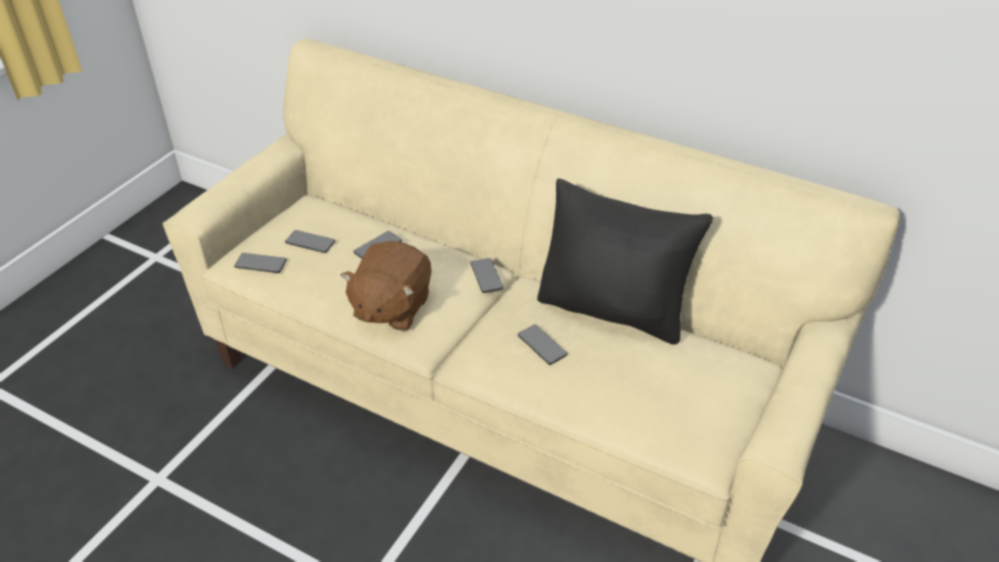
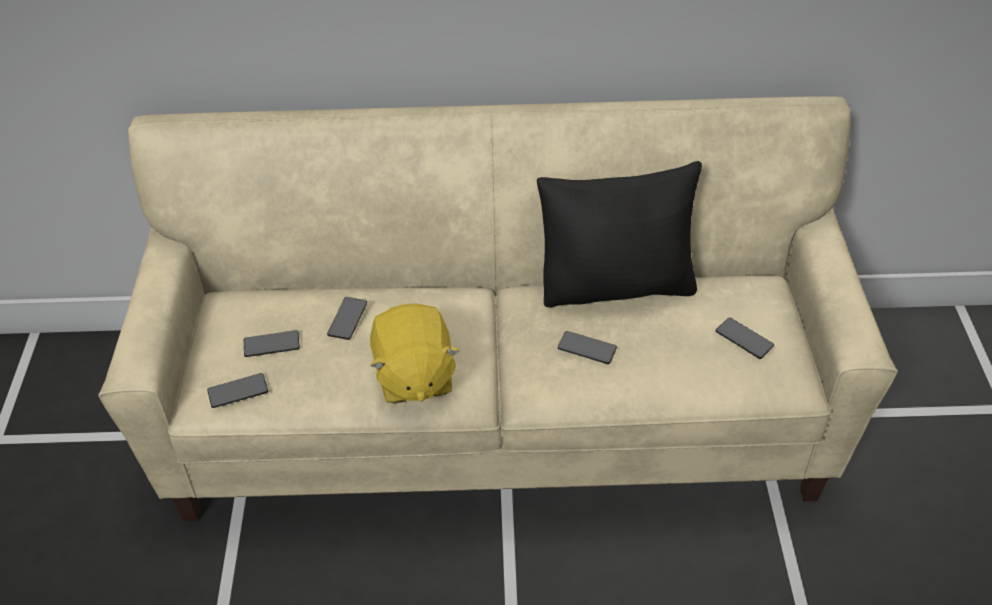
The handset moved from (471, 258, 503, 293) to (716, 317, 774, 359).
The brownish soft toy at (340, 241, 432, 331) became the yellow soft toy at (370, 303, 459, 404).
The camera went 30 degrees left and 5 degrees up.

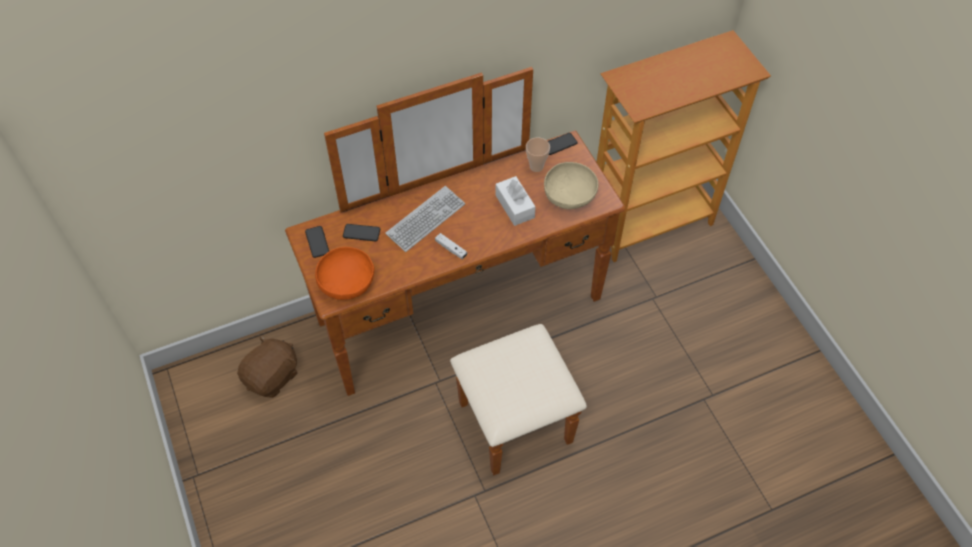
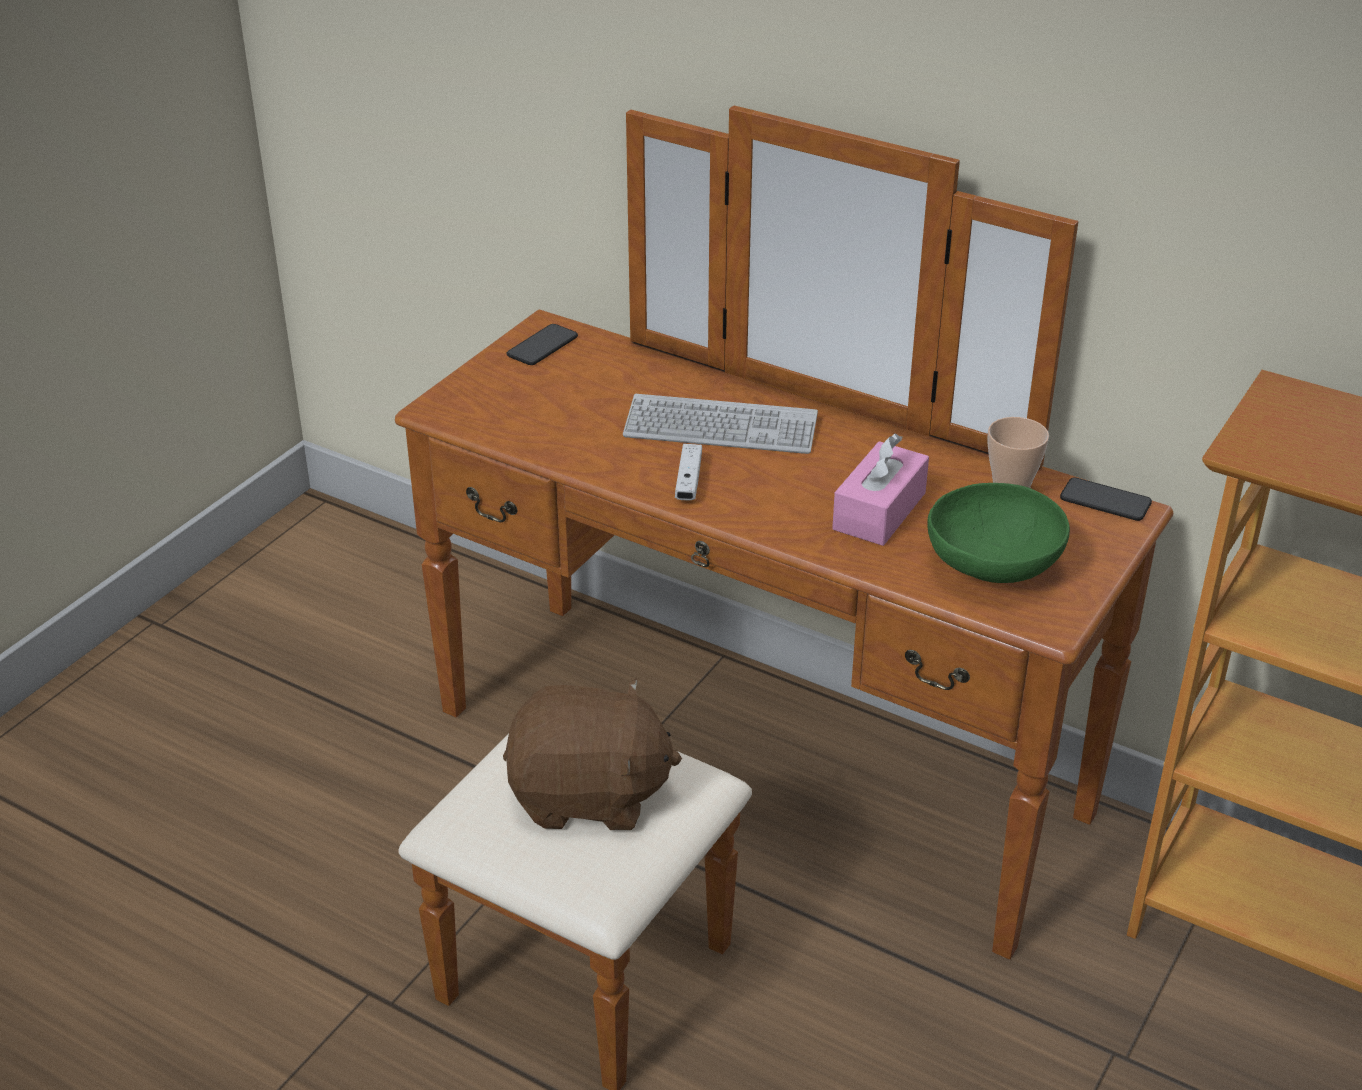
The orange bowl at (315, 247, 375, 300) disappeared.
The handset at (343, 224, 380, 241) disappeared.
The brownish soft toy moved from (237, 335, 298, 398) to (503, 678, 682, 830).
The whitish box of tissues at (496, 176, 536, 226) became the pink box of tissues at (832, 433, 929, 546).
The beige-coloured bowl at (544, 162, 598, 209) became the green-coloured bowl at (928, 483, 1070, 583).
The camera went 55 degrees right and 20 degrees down.

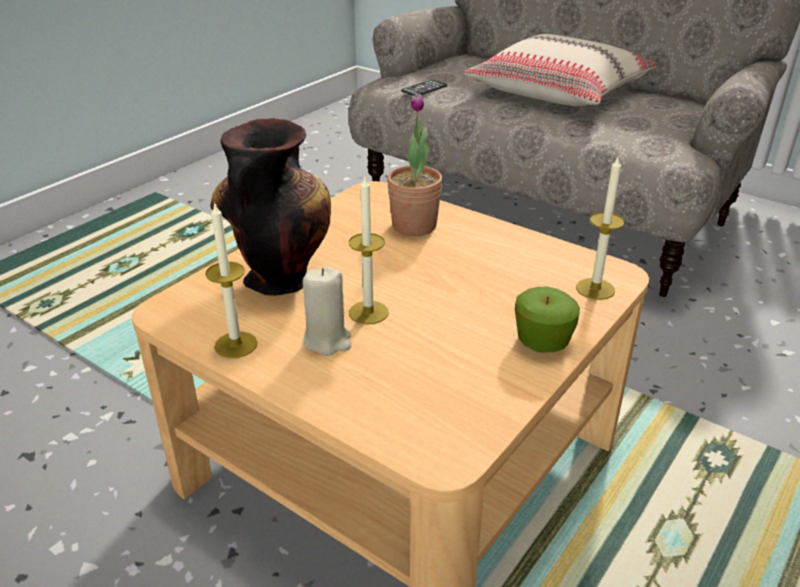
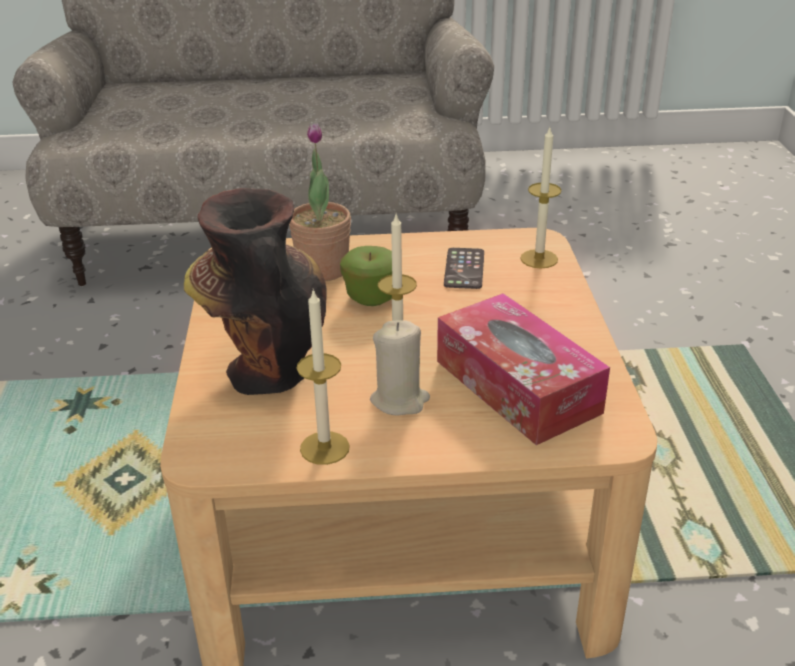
The beige-coloured cushion at (463, 34, 657, 106) disappeared.
The box of tissues at (437, 293, 610, 445) appeared.
The handset moved from (401, 80, 447, 96) to (444, 248, 484, 289).
The whole apple moved from (515, 287, 580, 353) to (340, 246, 392, 306).
The camera went 40 degrees left and 0 degrees up.

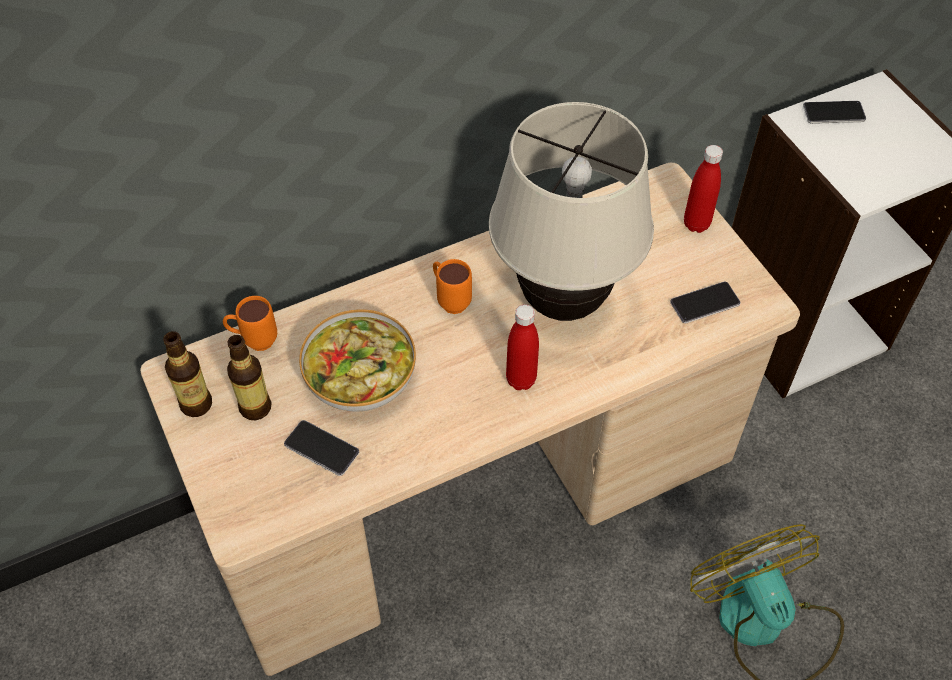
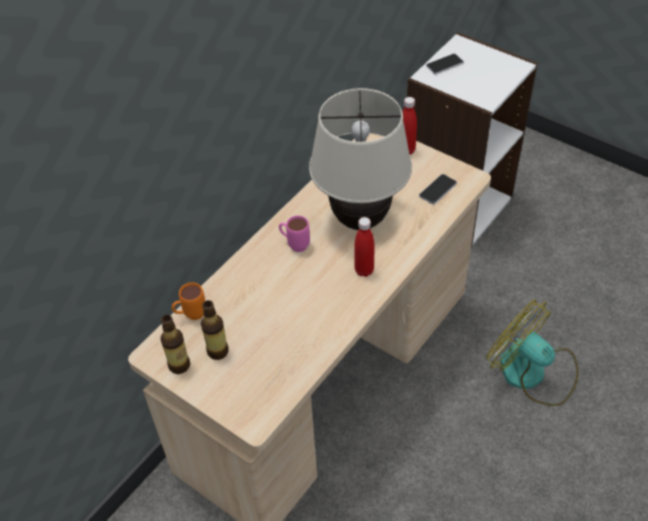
The handset at (284, 420, 359, 476) disappeared.
The bowl at (299, 309, 416, 411) disappeared.
The orange coffee mug at (433, 259, 472, 314) became the pink coffee mug at (279, 216, 310, 252).
The camera went 25 degrees left and 5 degrees down.

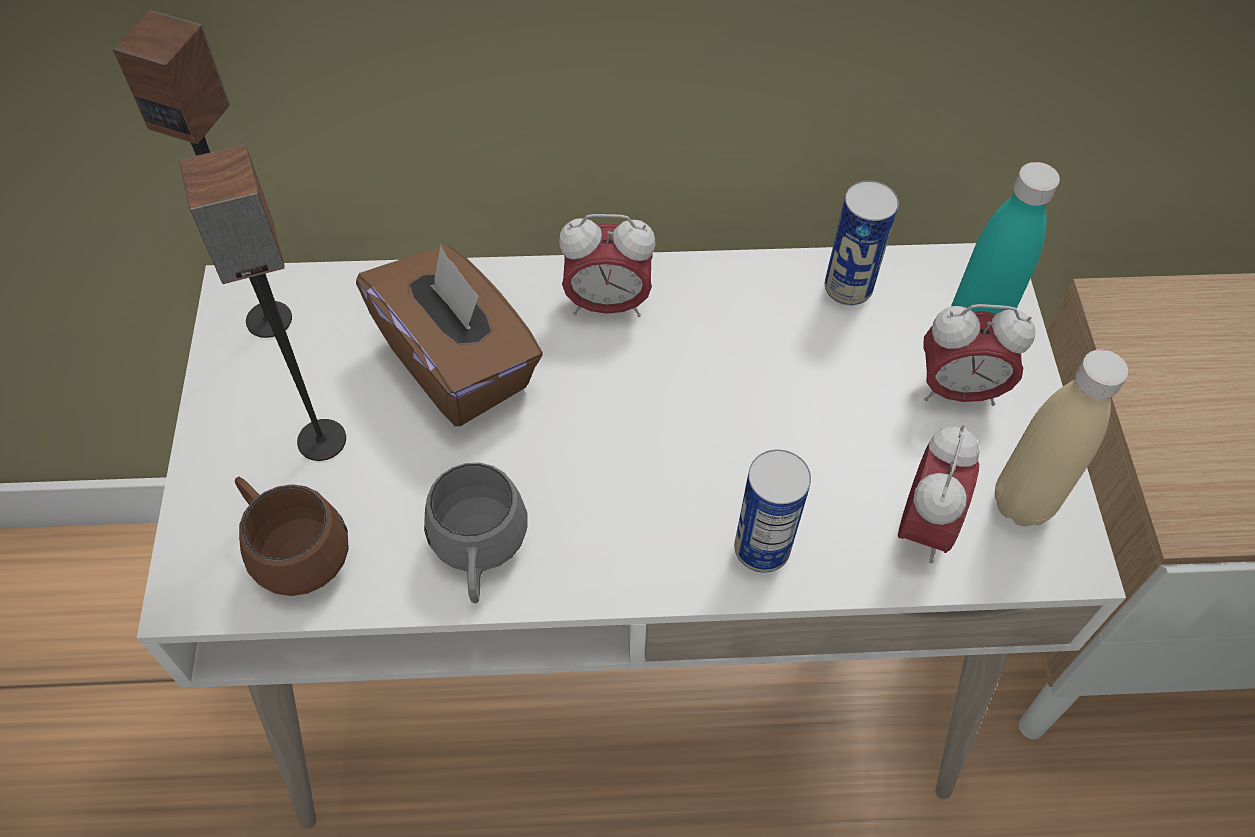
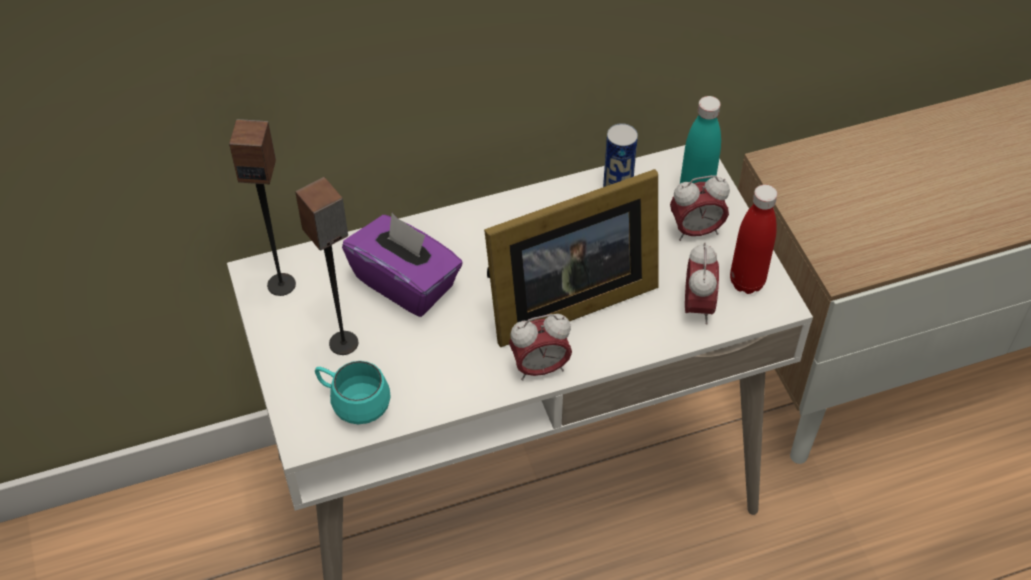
The grey coffee mug at (424, 463, 527, 603) disappeared.
The sealed can at (734, 450, 811, 573) disappeared.
The picture frame at (484, 169, 659, 347) appeared.
The bedside clock moved from (559, 214, 656, 317) to (509, 314, 572, 380).
The brownish coffee mug at (235, 477, 348, 596) became the turquoise-coloured coffee mug at (315, 361, 391, 424).
The brownish box of tissues at (356, 245, 543, 426) became the purplish box of tissues at (342, 213, 463, 317).
The beige-coloured drink bottle at (995, 349, 1128, 526) became the red-coloured drink bottle at (730, 185, 777, 294).
The camera went 15 degrees left and 5 degrees down.

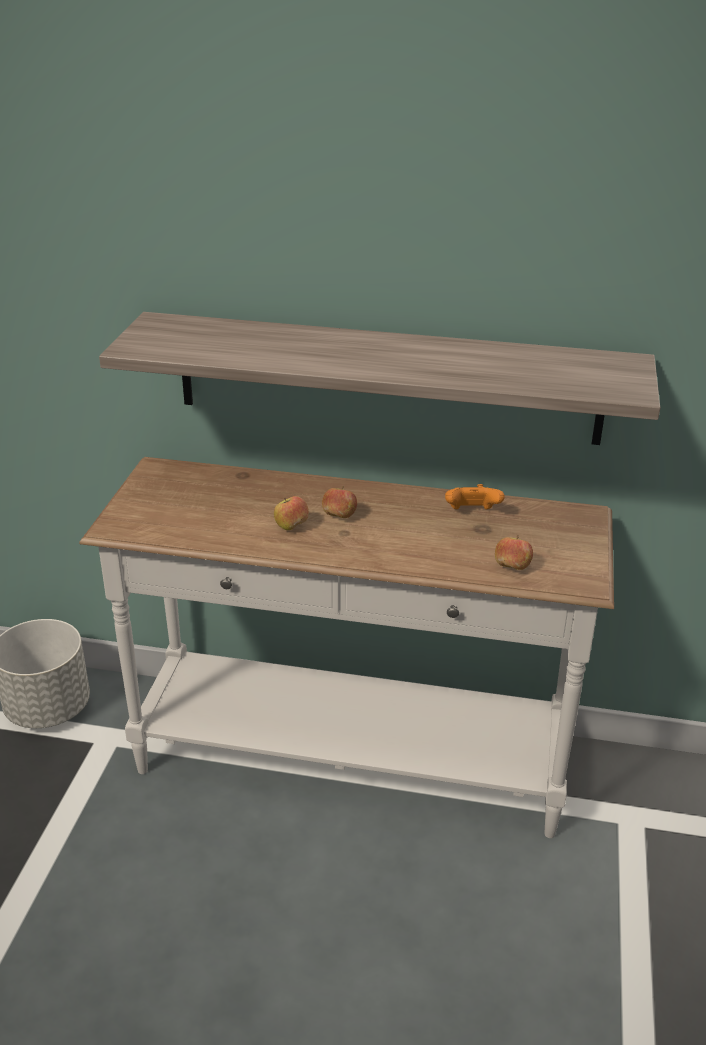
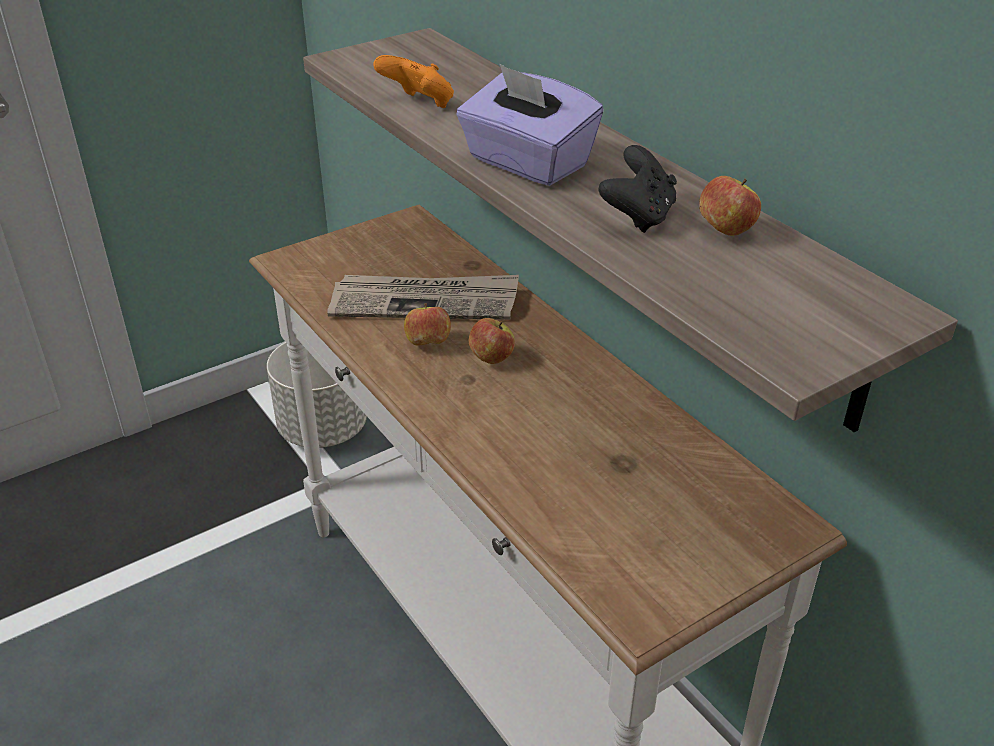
The printed paper at (327, 275, 519, 320) appeared.
The purplish box of tissues at (456, 63, 604, 186) appeared.
The blackish game controller at (598, 145, 677, 233) appeared.
The orange game controller moved from (445, 484, 505, 509) to (373, 55, 454, 108).
The whole apple moved from (495, 535, 533, 570) to (699, 176, 761, 236).
The camera went 45 degrees right and 5 degrees up.

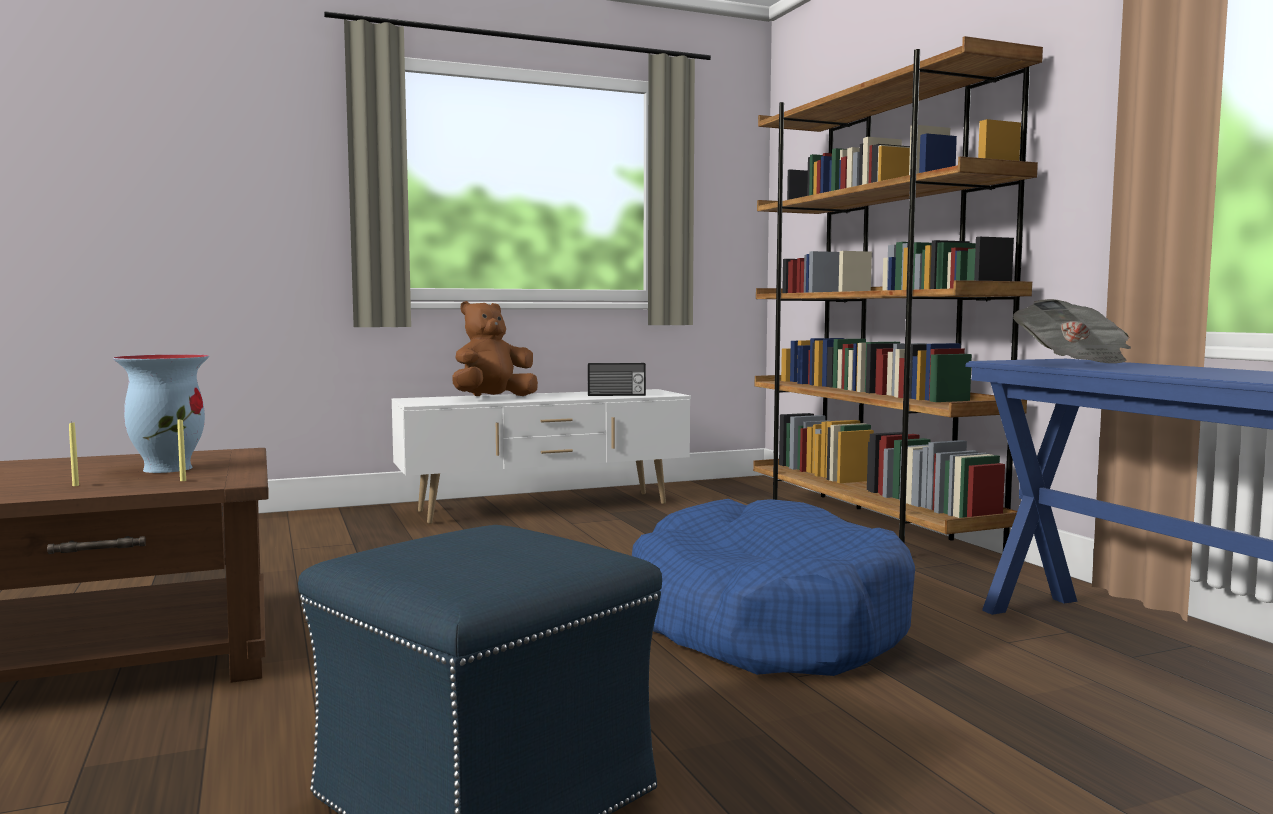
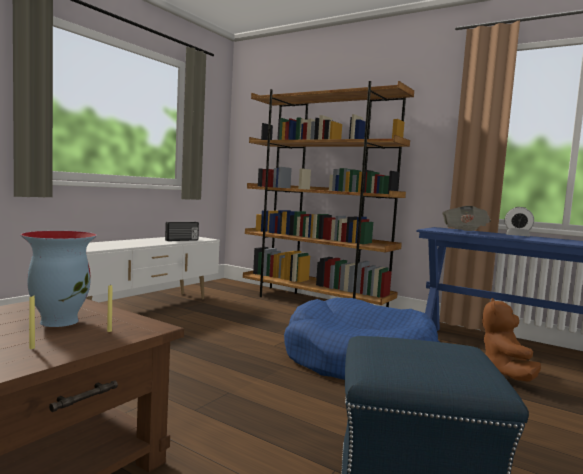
The bedside clock at (505, 207, 534, 237) appeared.
The brownish soft toy moved from (452, 301, 538, 396) to (482, 298, 541, 382).
The camera went 35 degrees left and 0 degrees up.

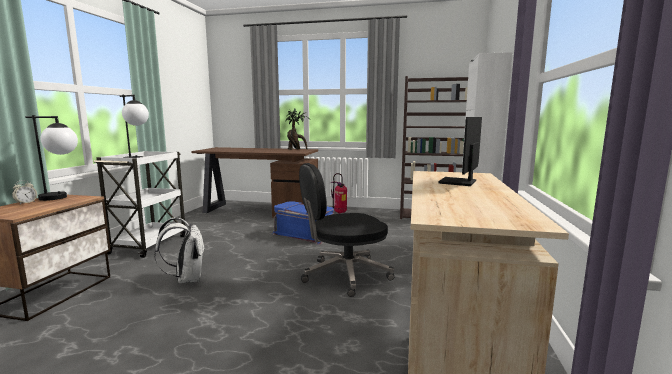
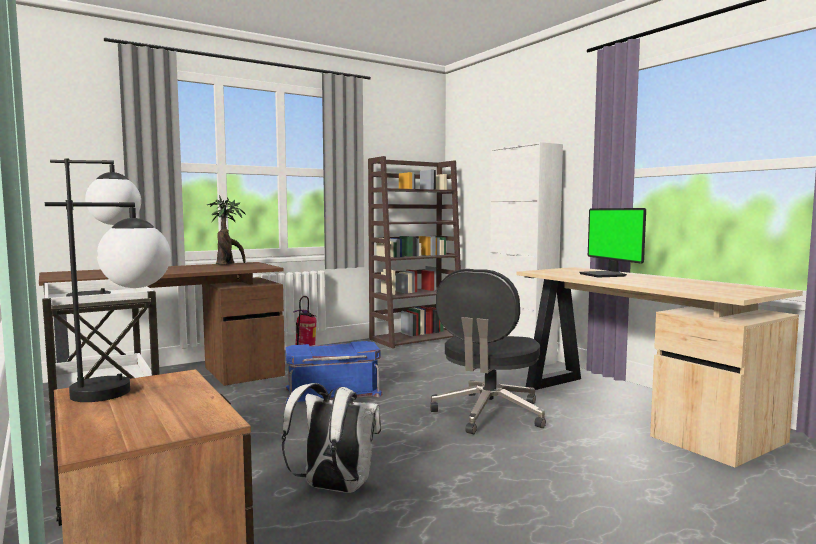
The bedside clock at (12, 180, 37, 204) disappeared.
The camera went 45 degrees left and 5 degrees down.

